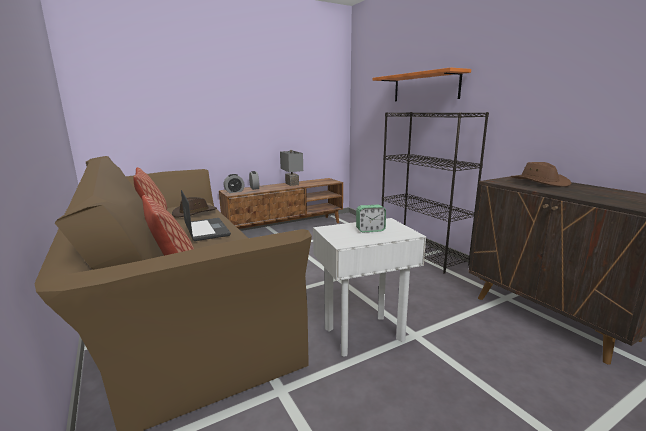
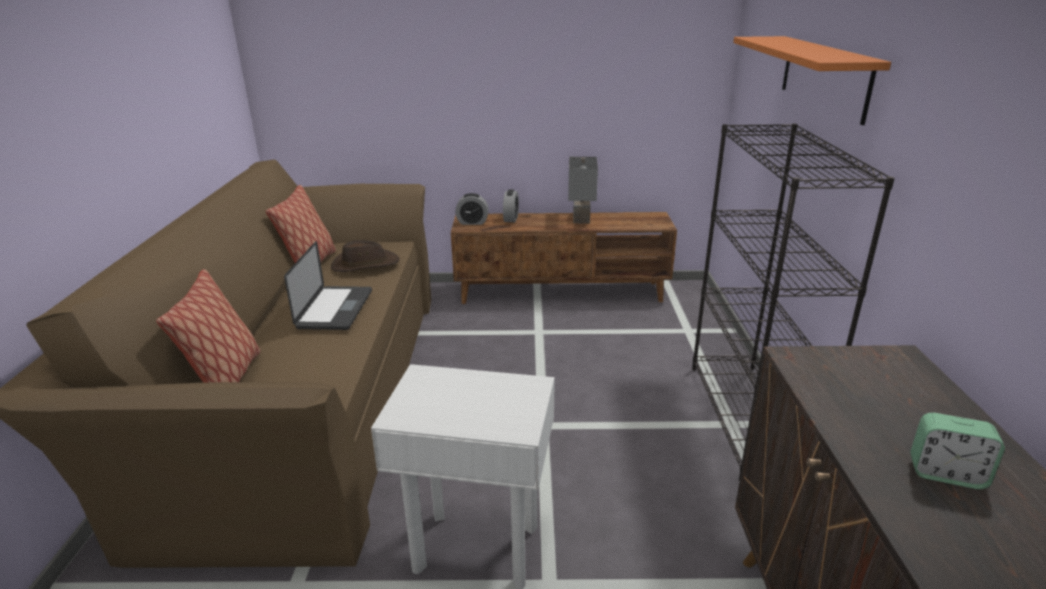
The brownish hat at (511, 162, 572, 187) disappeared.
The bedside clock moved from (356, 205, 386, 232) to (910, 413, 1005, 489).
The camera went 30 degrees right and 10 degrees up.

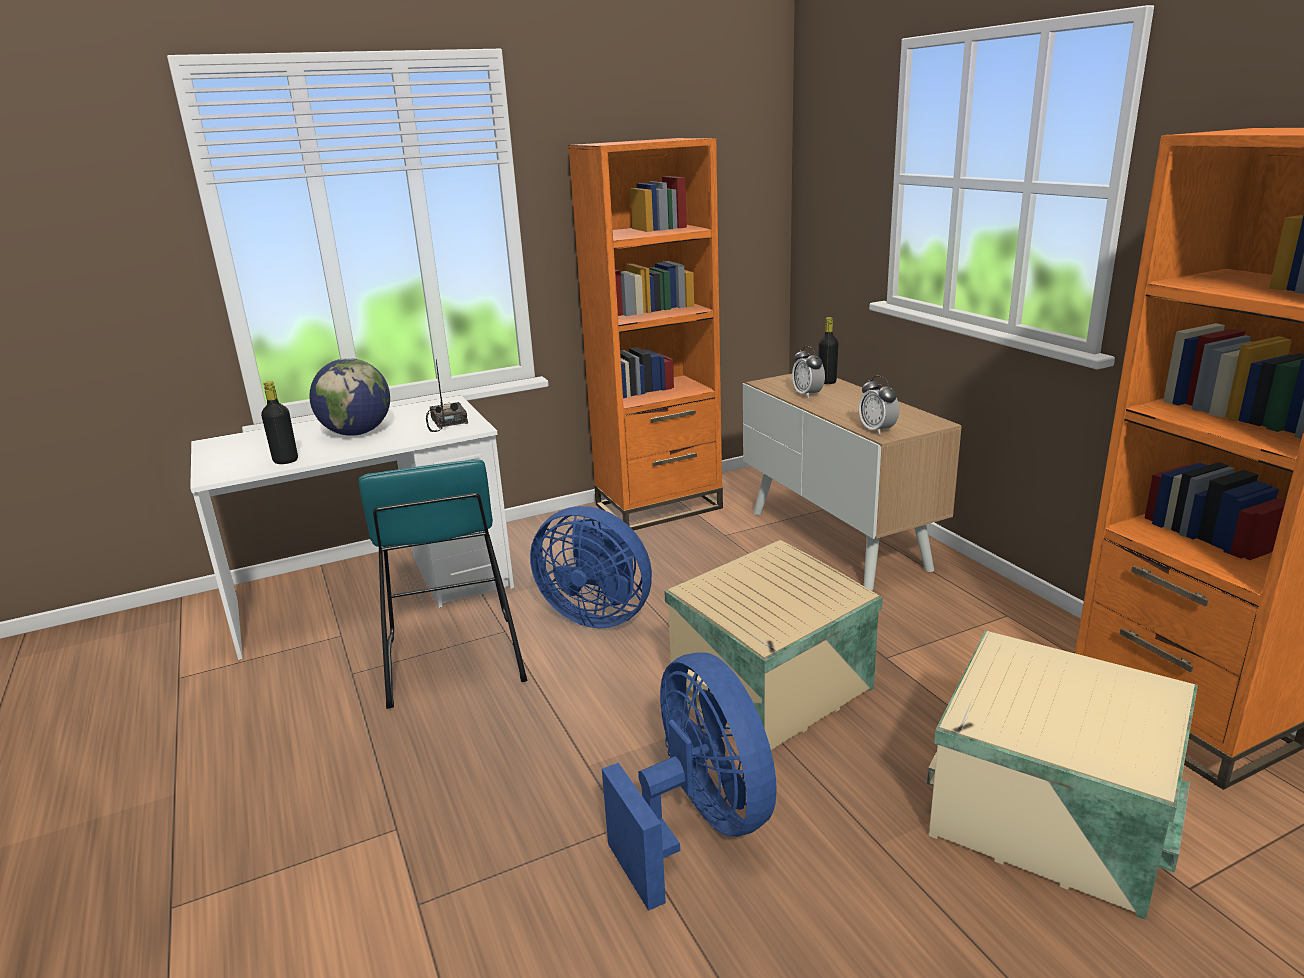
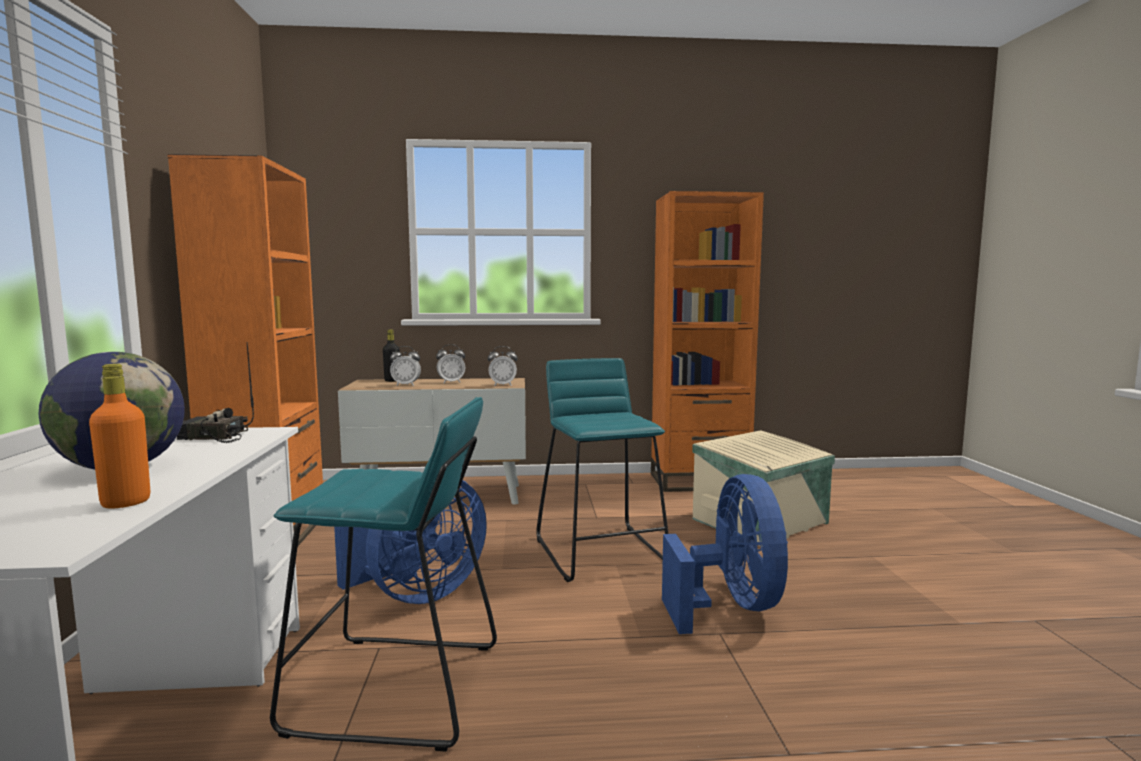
The bedside clock at (436, 344, 465, 383) appeared.
The beige-coloured storage bin at (664, 540, 883, 750) was replaced by the turquoise-coloured stool seat at (536, 358, 669, 582).
The blackish drink bottle at (261, 381, 298, 464) became the orange drink bottle at (89, 364, 151, 509).
The bluish electric fan at (602, 652, 777, 911) turned 90 degrees clockwise.
The camera went 70 degrees left and 15 degrees down.

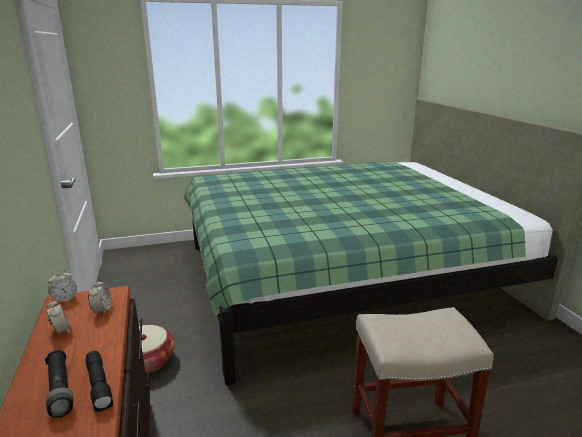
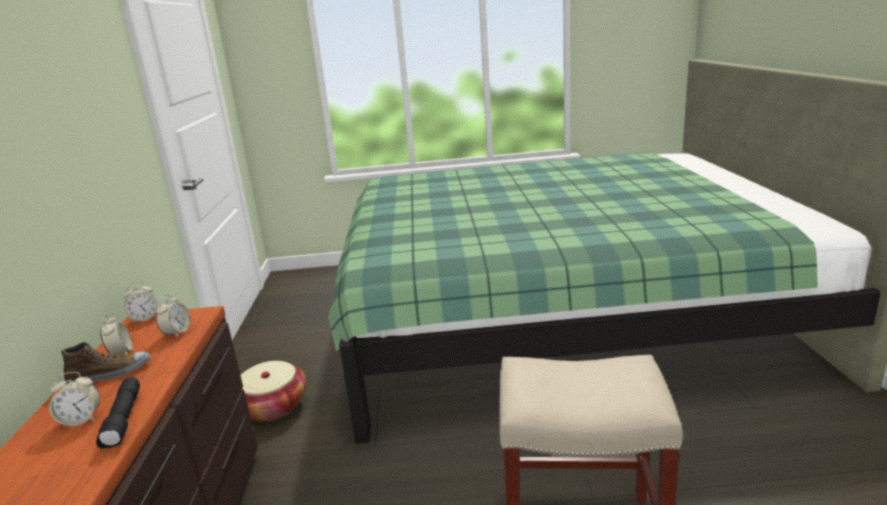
The low shoe at (61, 342, 150, 384) appeared.
The blackish hand torch at (45, 350, 73, 418) was replaced by the bedside clock at (49, 372, 100, 428).
The camera went 15 degrees right and 0 degrees up.

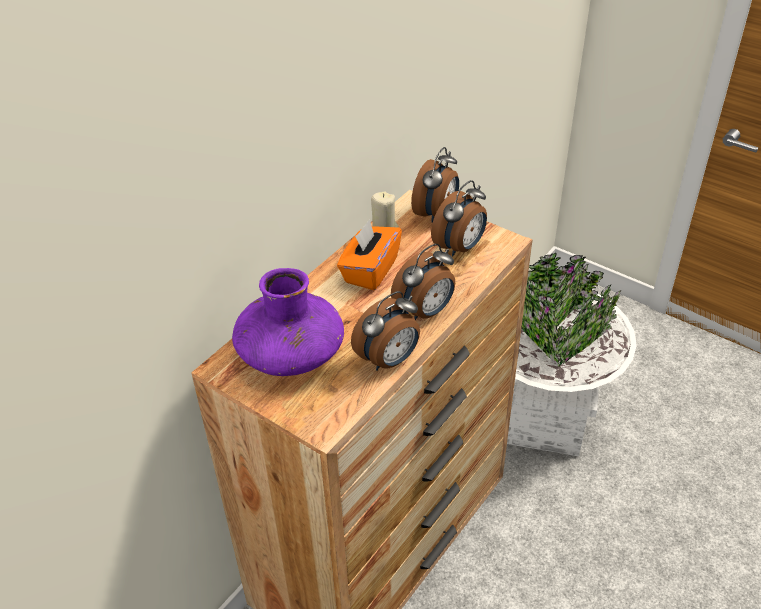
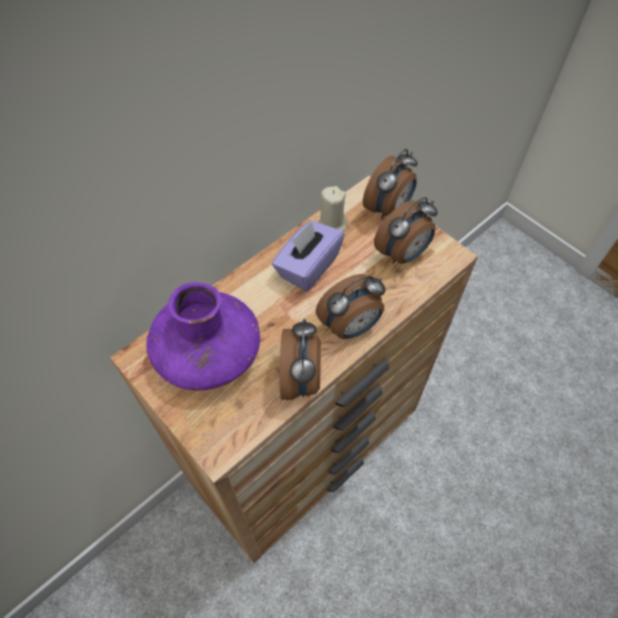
The whitish flower pot at (507, 253, 637, 456) disappeared.
The orange box of tissues at (337, 219, 402, 290) became the purplish box of tissues at (272, 221, 345, 292).
The bedside clock at (351, 291, 420, 371) turned 60 degrees counterclockwise.
The camera went 10 degrees right and 15 degrees up.

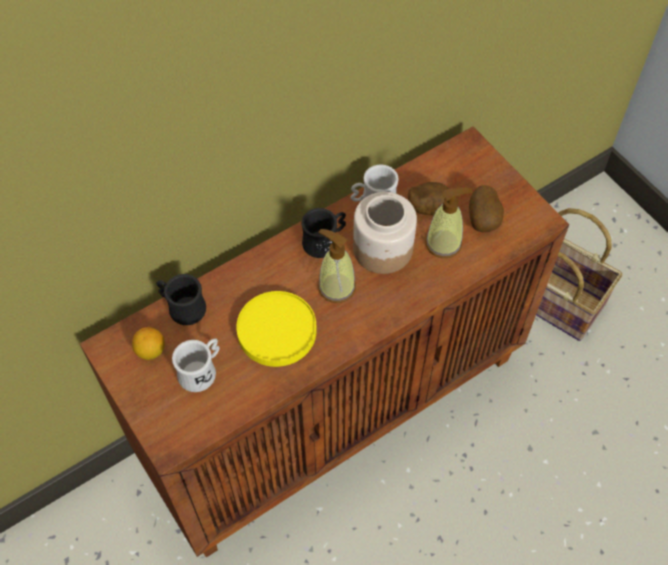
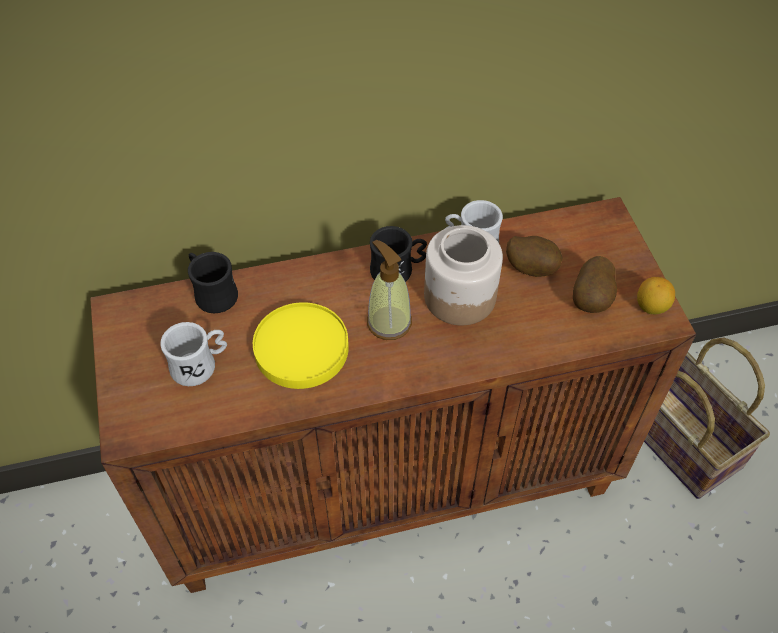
The liquid soap bottle at (425, 187, 473, 258) disappeared.
The lemon moved from (132, 327, 165, 360) to (637, 277, 675, 315).
The camera went 20 degrees right and 5 degrees down.

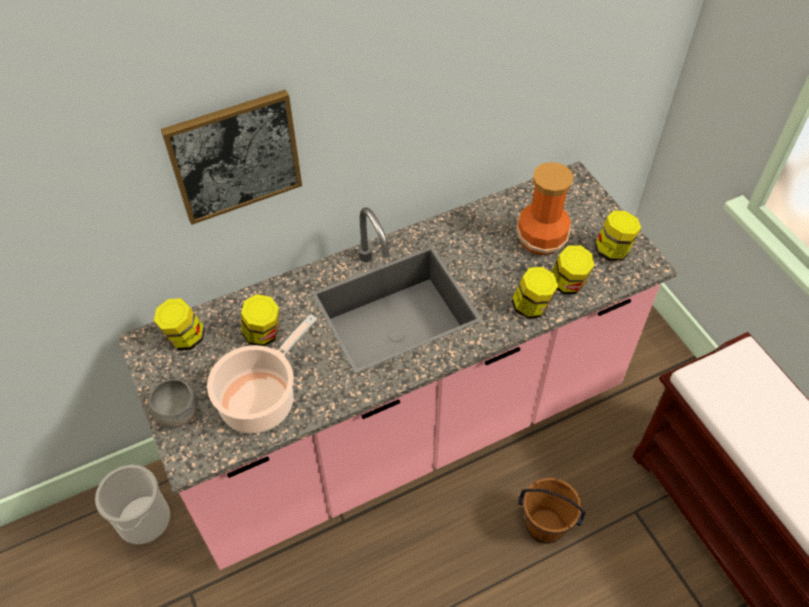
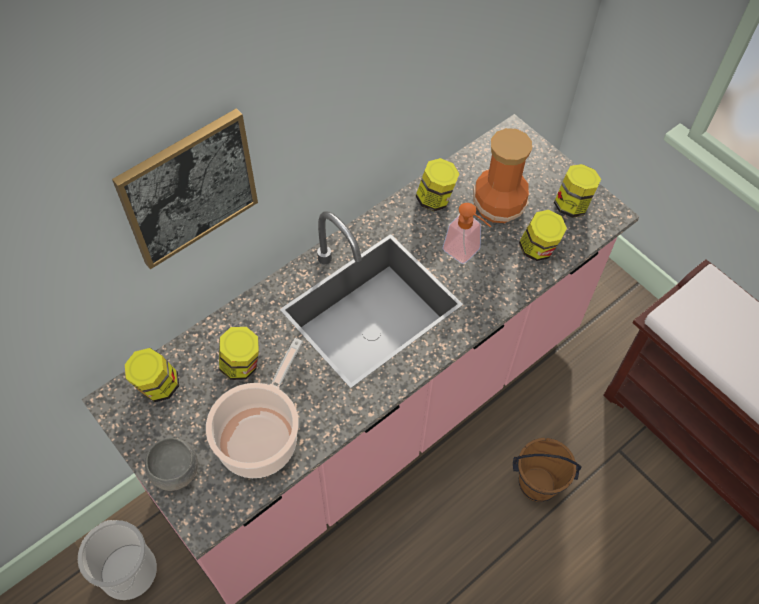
The liquid soap bottle at (442, 203, 491, 264) appeared.
The preserve jar moved from (512, 267, 559, 319) to (416, 158, 460, 211).
The camera went 15 degrees left and 5 degrees up.

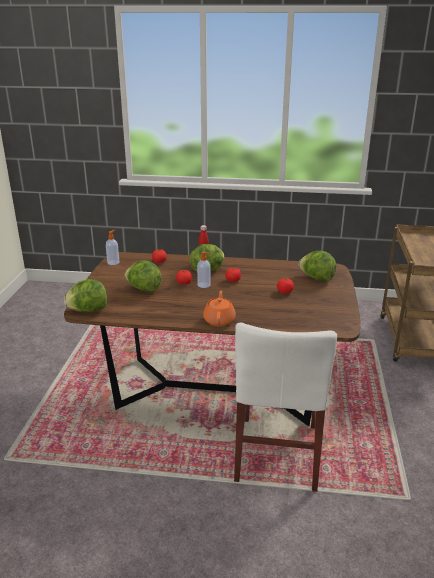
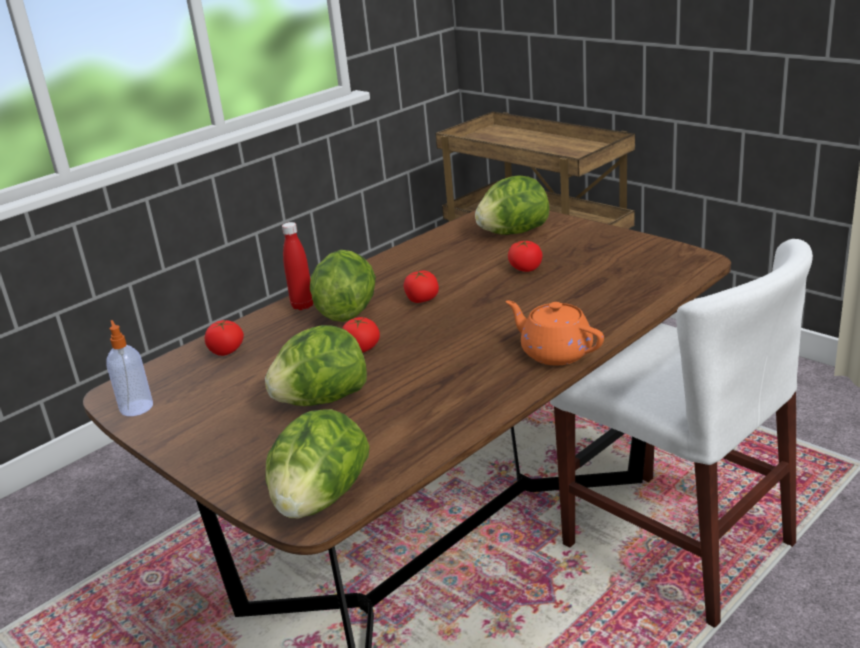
The liquid soap bottle at (197, 251, 211, 288) disappeared.
The camera went 50 degrees left and 0 degrees up.

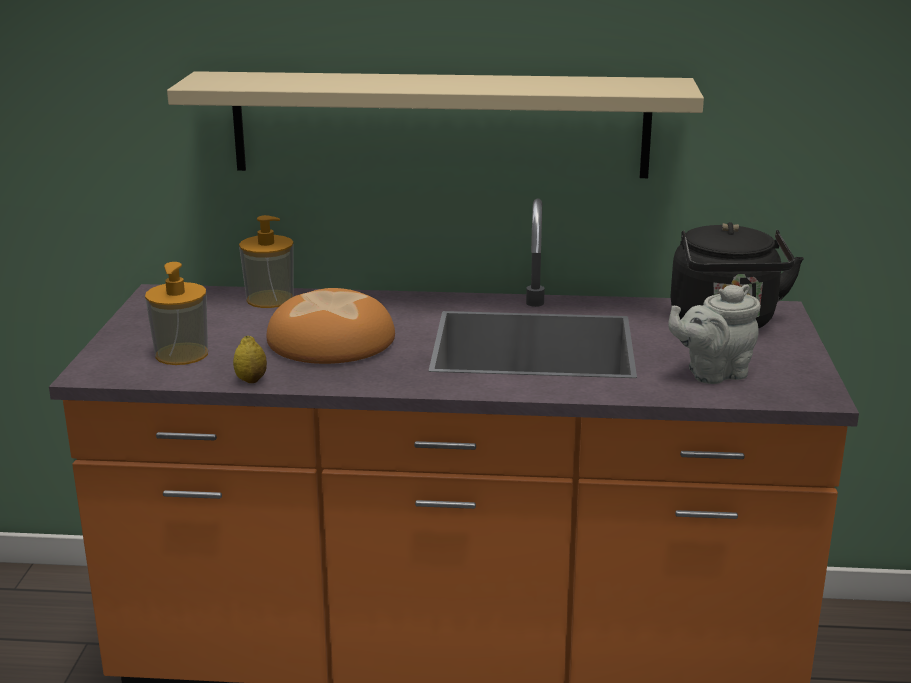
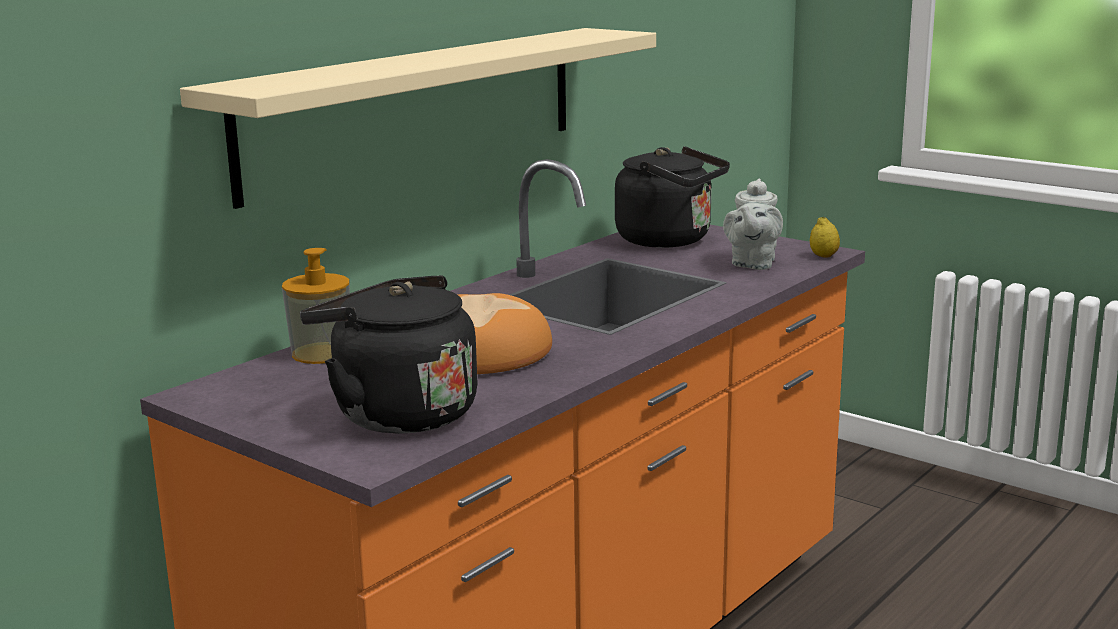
The lemon moved from (233, 336, 267, 383) to (810, 217, 840, 258).
The liquid soap bottle at (145, 262, 208, 365) was replaced by the blackish tea kettle at (300, 275, 477, 434).
The camera went 55 degrees left and 5 degrees down.

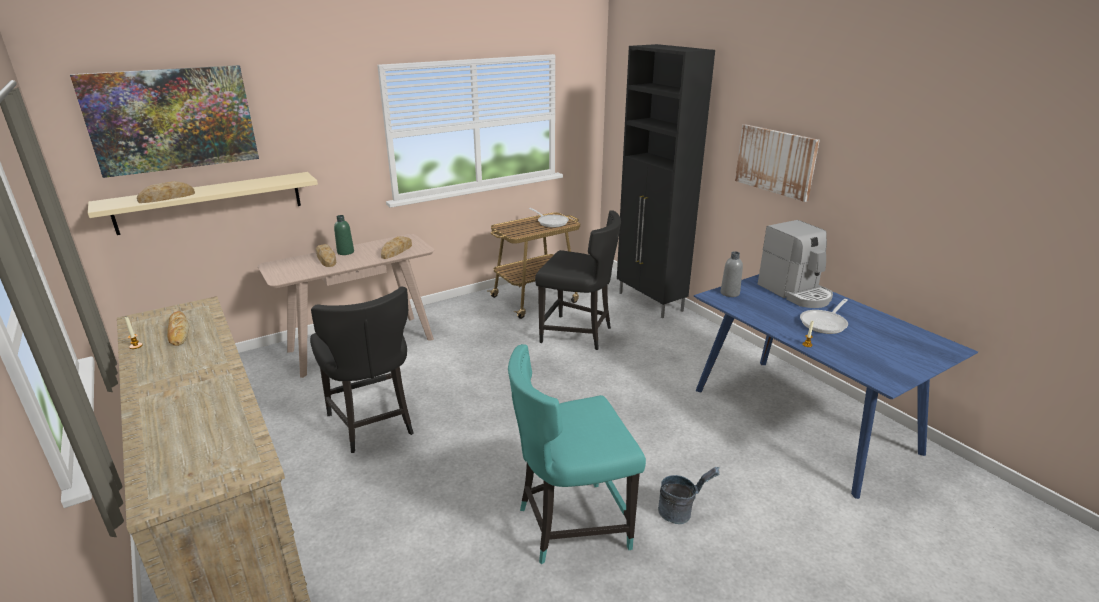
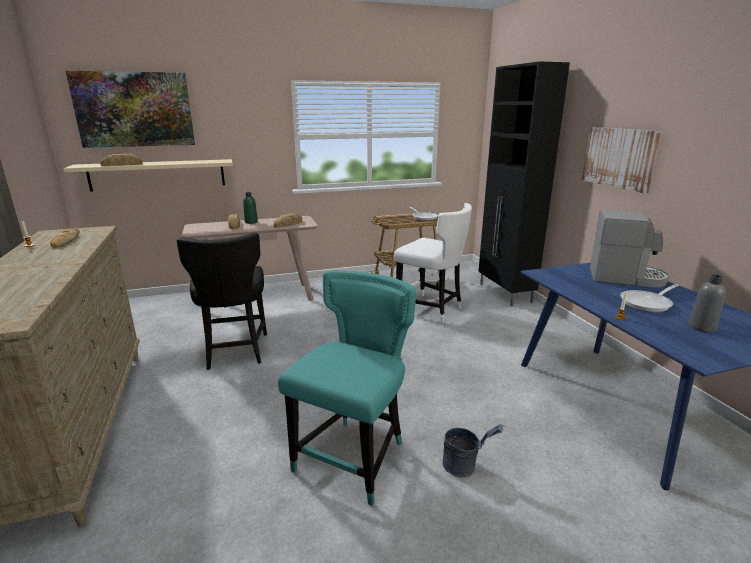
The grey drink bottle moved from (721, 251, 743, 297) to (688, 274, 726, 333).
The blackish chair at (535, 210, 621, 350) became the whitish chair at (394, 203, 472, 323).
The turquoise-coloured chair at (508, 344, 646, 564) turned 120 degrees clockwise.
The coffee brewer at (758, 220, 833, 308) turned 60 degrees counterclockwise.
The camera went 15 degrees right and 5 degrees down.

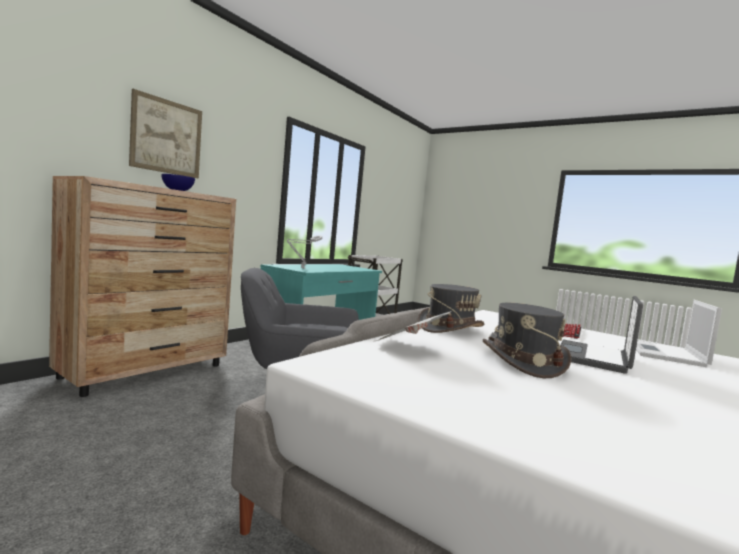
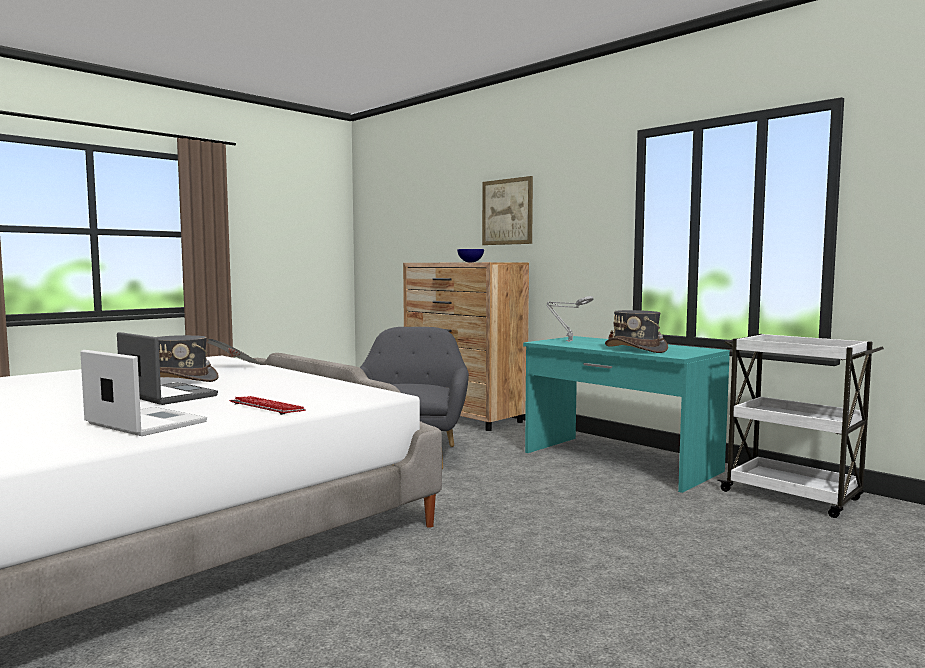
The grey hat moved from (418, 284, 484, 333) to (605, 310, 668, 353).
The camera went 100 degrees right and 0 degrees up.

